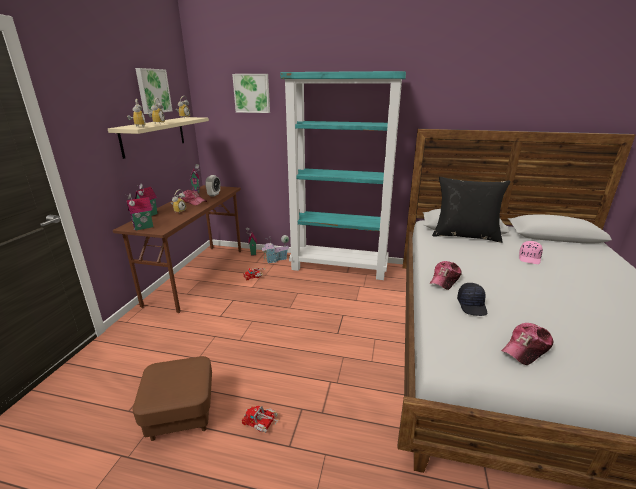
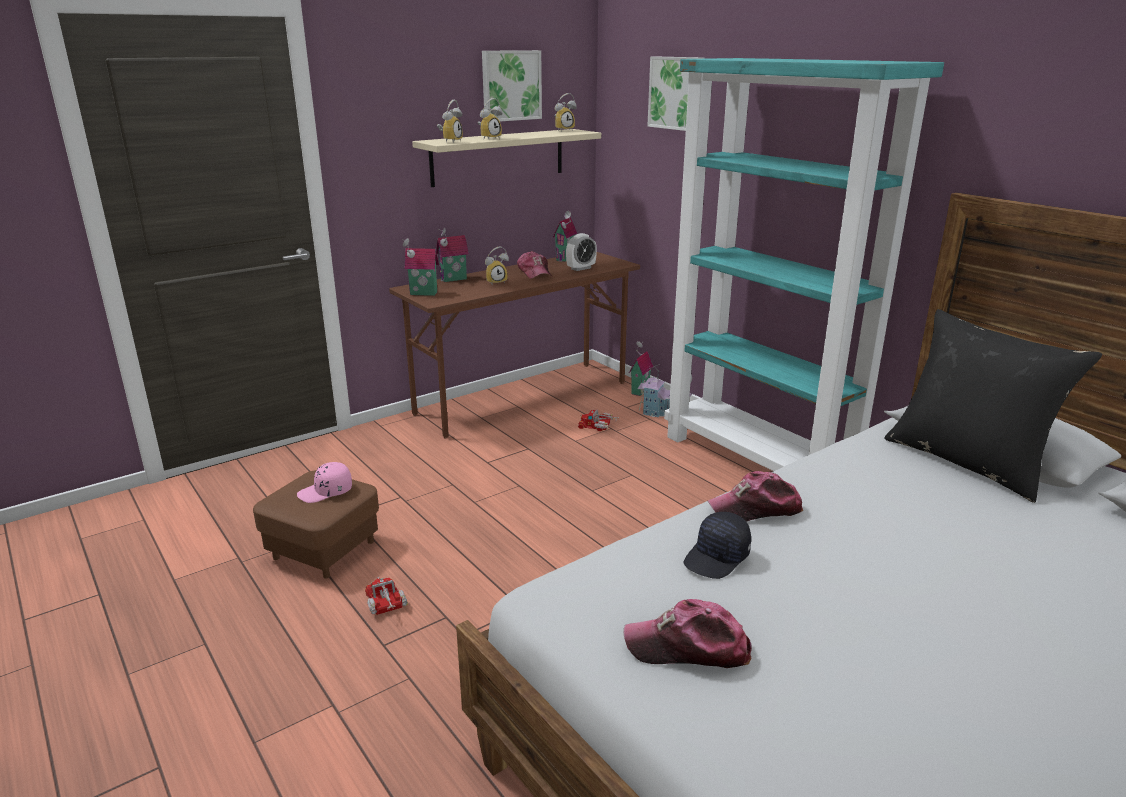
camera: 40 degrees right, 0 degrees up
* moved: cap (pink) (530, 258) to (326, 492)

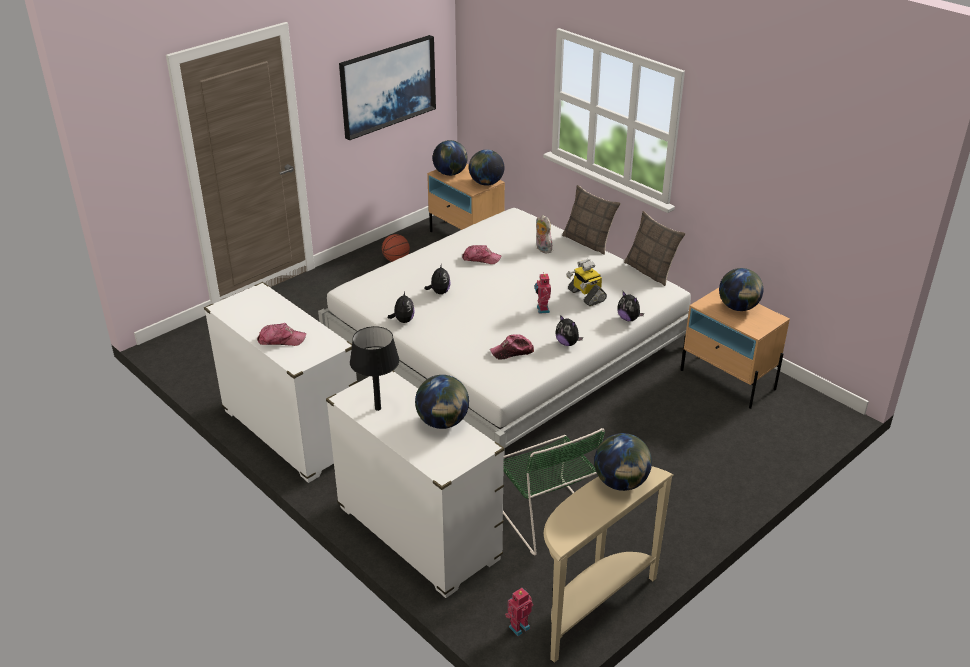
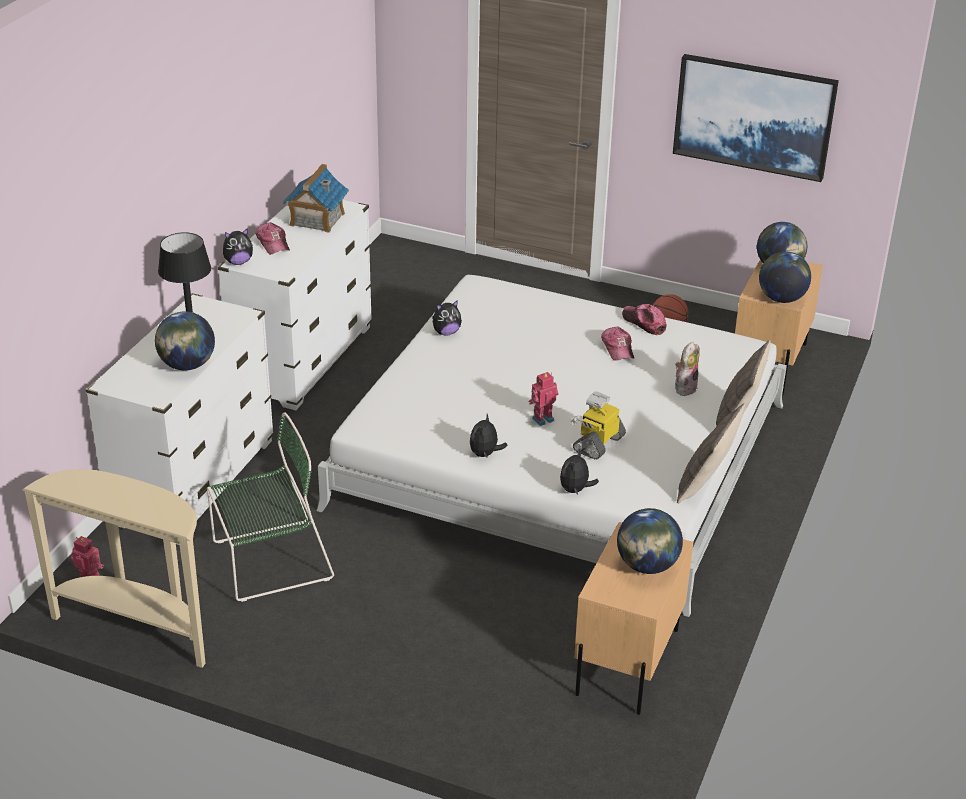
camera: 65 degrees right, 0 degrees up
* removed: globe (621, 482)
* added: toy house (316, 219)
* moved: plush toy (439, 292) to (238, 262)
* moved: cap (512, 351) to (644, 323)
* turned: chair (green) (547, 513) = (268, 561) 150 degrees counterclockwise

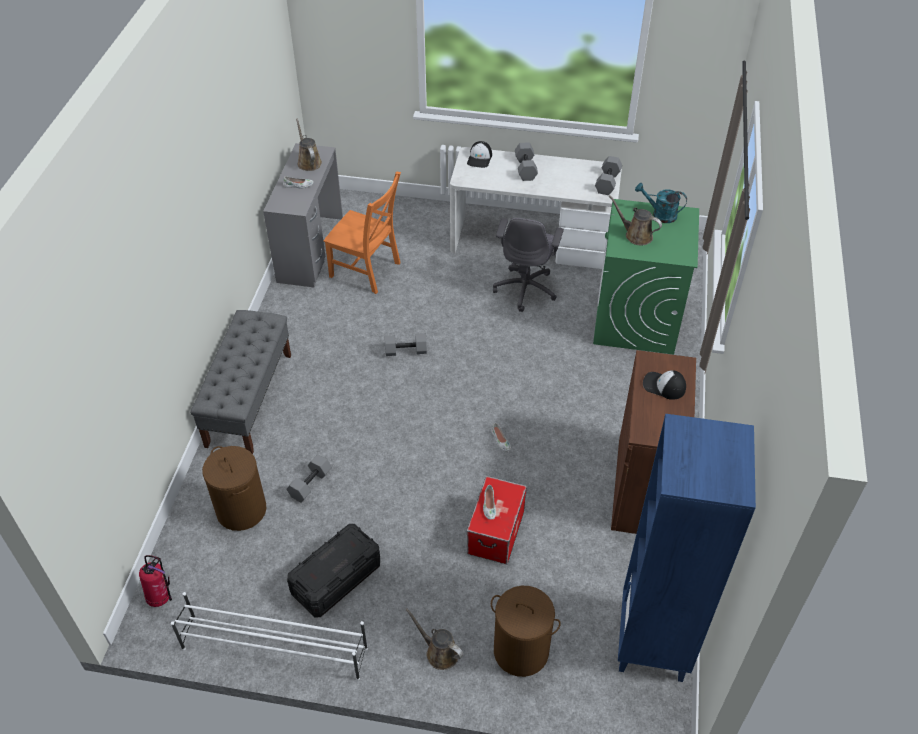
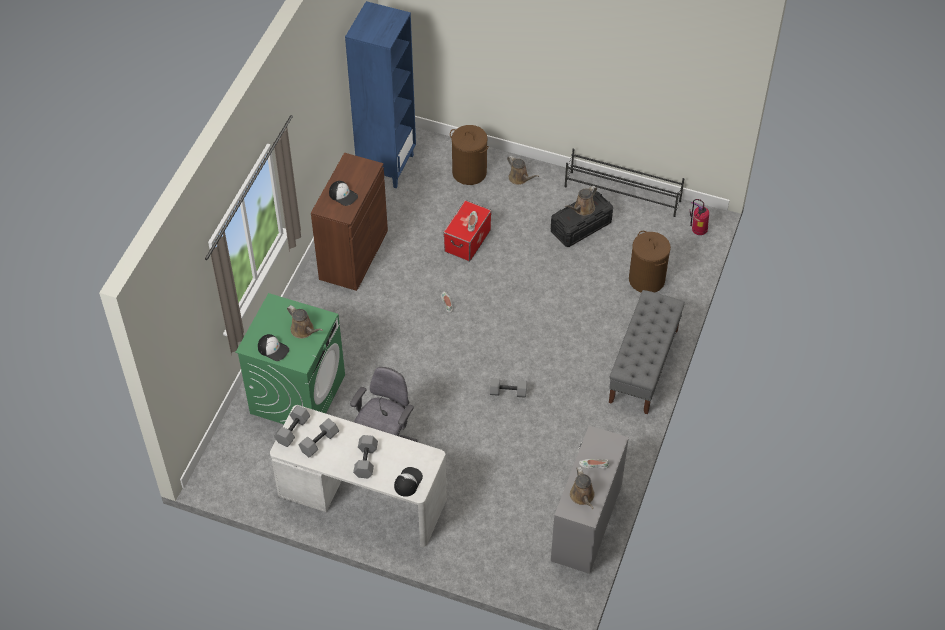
camera: 170 degrees left, 5 degrees up
* removed: chair (orange) (367, 271)
* added: watering can (brown) (582, 209)
* moved: dumbbell (grey) (310, 483) to (319, 443)
* replaced: watering can (turquoise) (659, 215) to cap (273, 349)
* recoloured: shoe rack (white) (274, 648) to shoe rack (black) (622, 194)

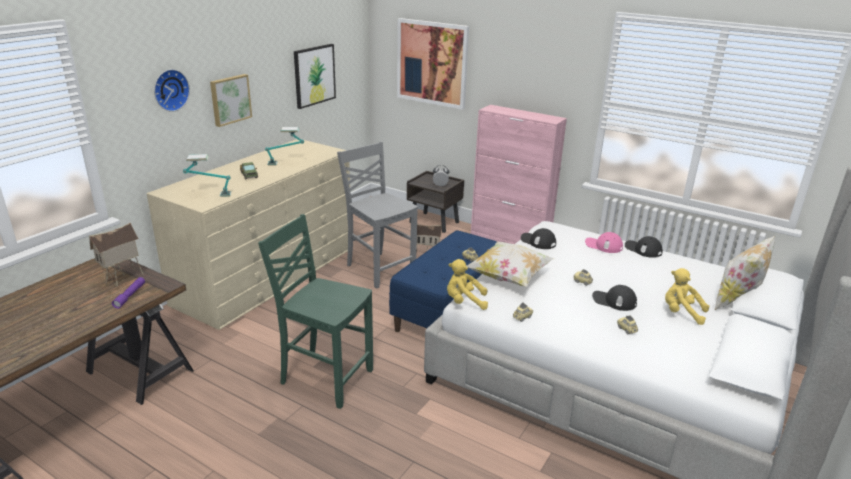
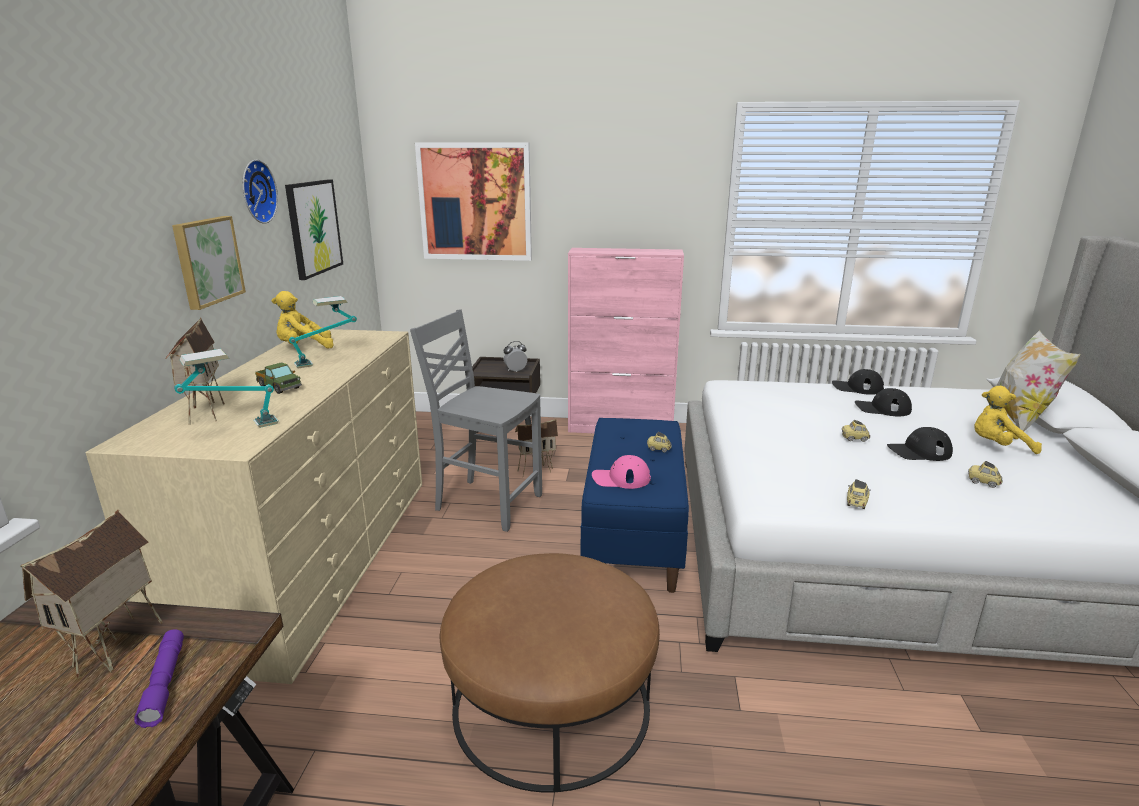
camera: 25 degrees left, 5 degrees down
* removed: pillow (509, 277)
* added: toy house (203, 412)
* moved: wall clock (169, 90) to (255, 191)
* moved: plush toy (yellow) (464, 302) to (303, 348)
* moved: cap (black) (538, 241) to (882, 408)
* moved: cap (pink) (603, 245) to (621, 478)
* replaced: chair (green) (325, 377) to ottoman (brown) (551, 703)

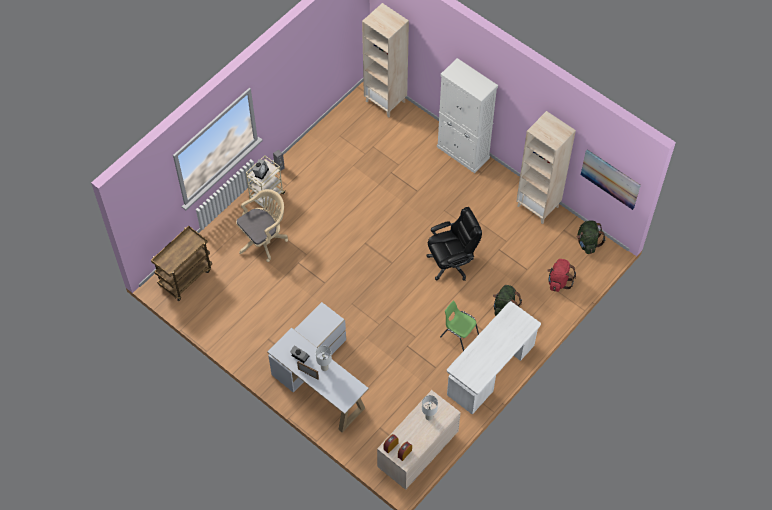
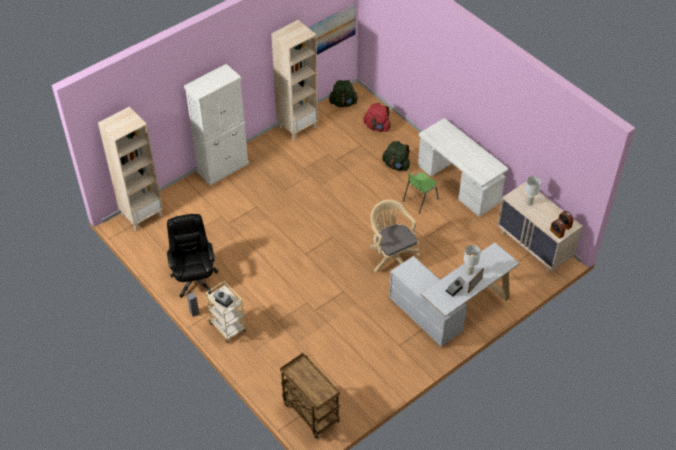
camera: 80 degrees left, 10 degrees down
* moved: office chair (beige) (264, 239) to (391, 256)
* moved: office chair (black) (451, 262) to (194, 278)

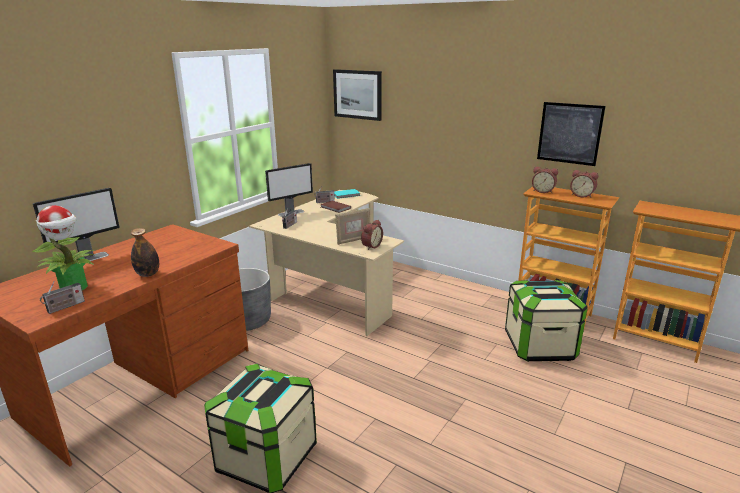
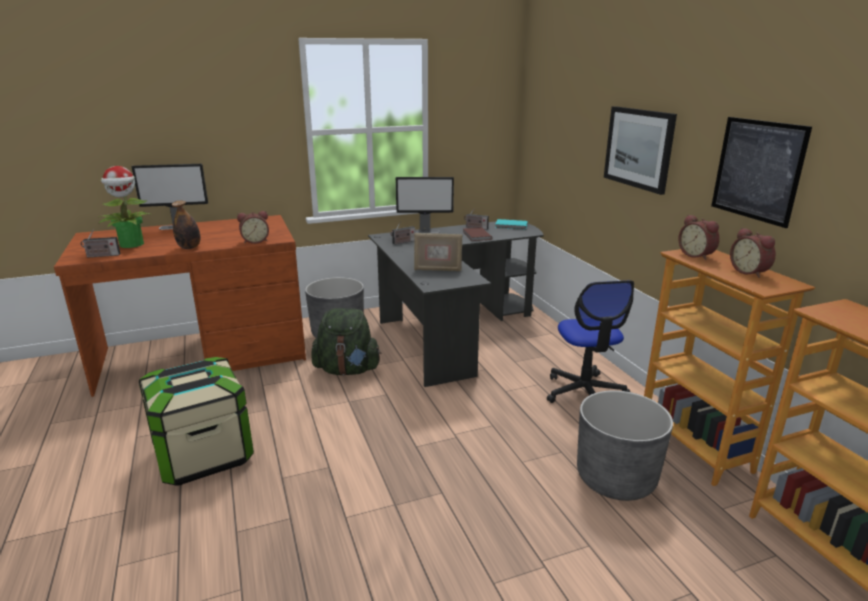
camera: 35 degrees right, 0 degrees up
* added: backpack (green) (347, 370)
* added: office chair (585, 393)
* moved: picture (357, 94) to (639, 148)
* moved: alarm clock (371, 246) to (255, 241)
* replaced: storage box (539, 346) to planter (grey) (615, 478)
* recoloured: desk (beige) (331, 289) to desk (black) (450, 329)

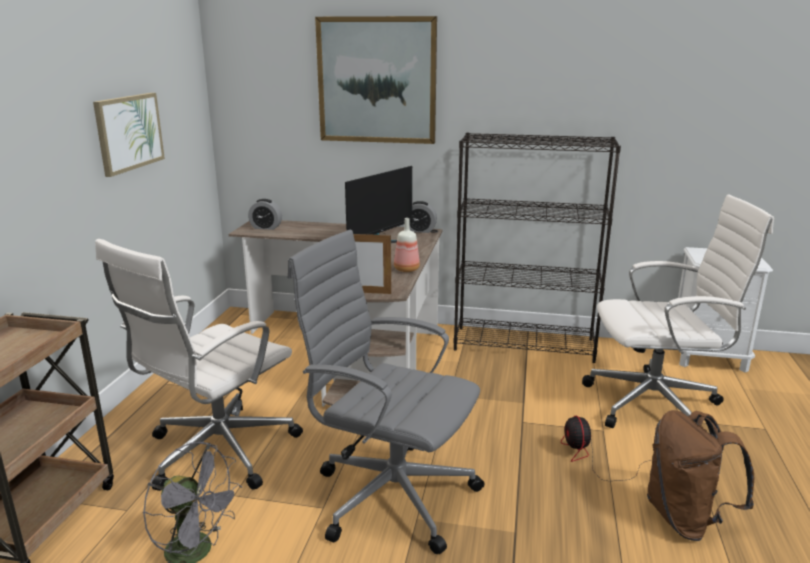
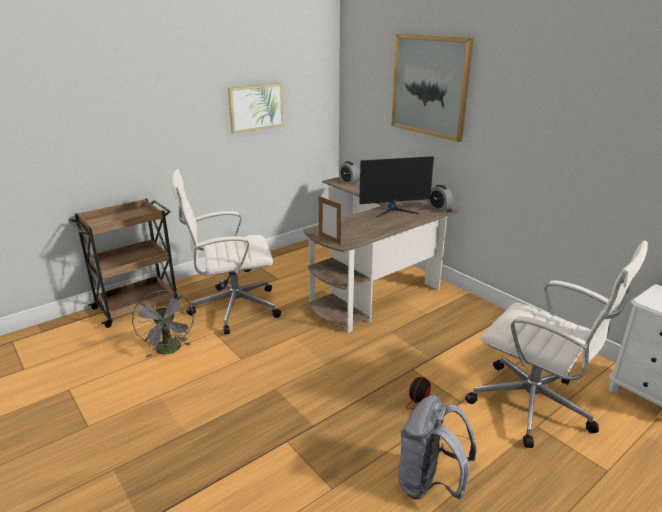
camera: 40 degrees right, 5 degrees up
* removed: office chair (grey) (390, 494)
* removed: bottle (406, 269)
* removed: bookcase (black) (525, 344)
* recoloured: backpack (brown) (686, 519) to backpack (grey) (429, 484)

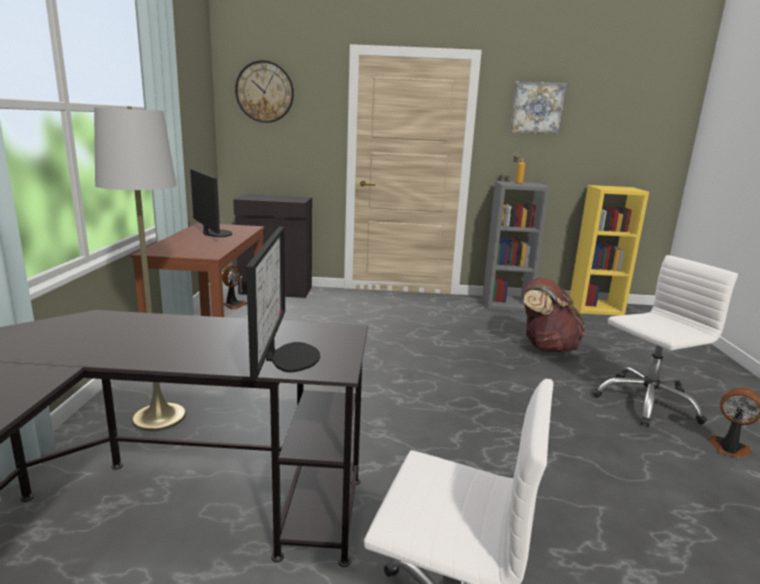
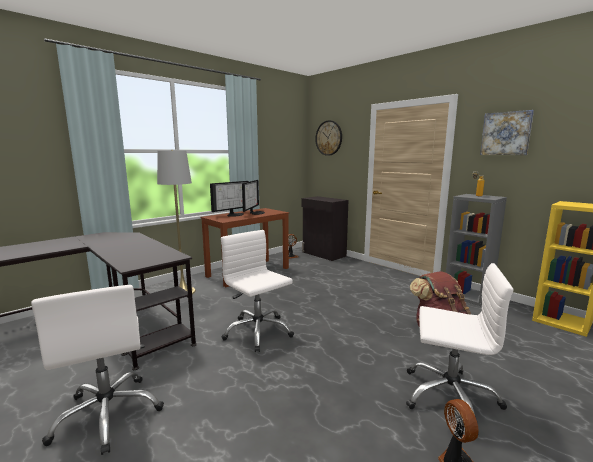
camera: 45 degrees right, 5 degrees down
* added: office chair (white) (257, 332)
* moved: monitor (287, 356) to (234, 214)

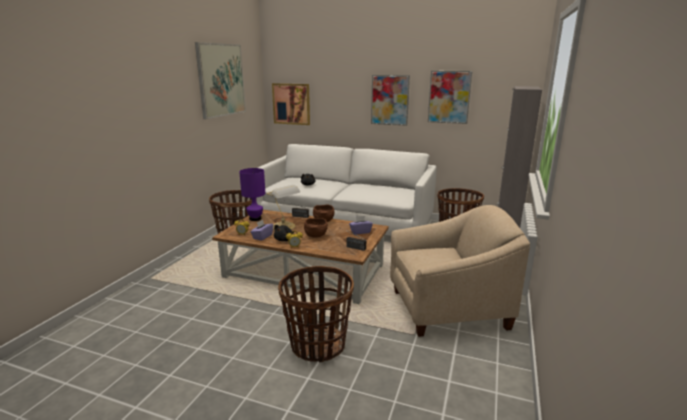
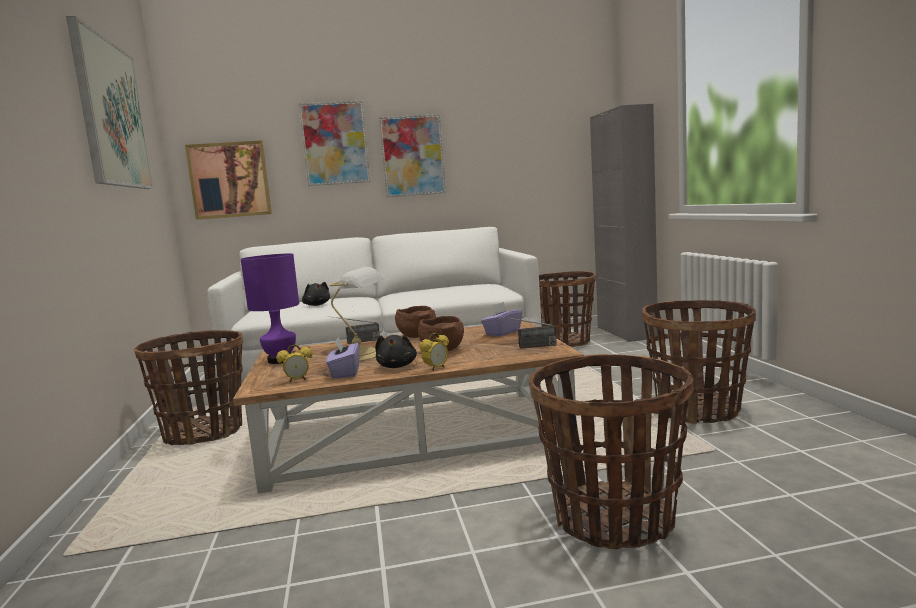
camera: 30 degrees left, 10 degrees down
* moved: picture (449, 97) to (335, 143)
* replaced: armchair (beige) (447, 309) to basket (698, 410)

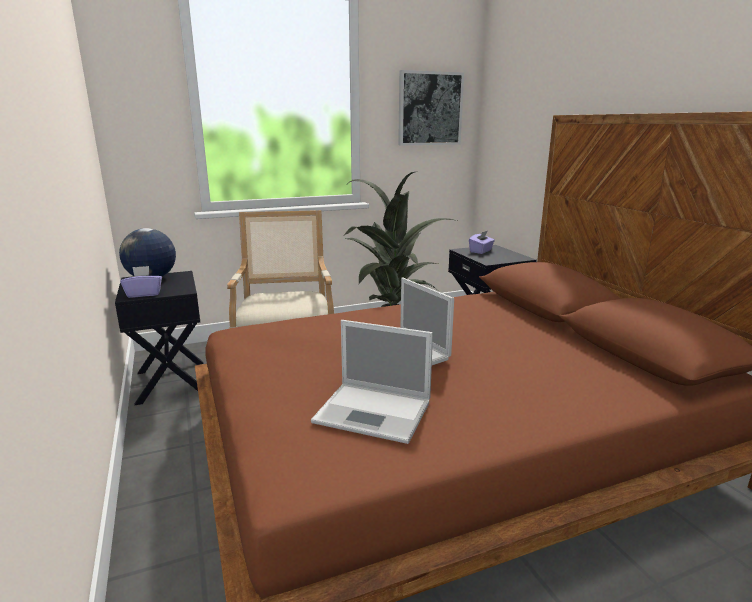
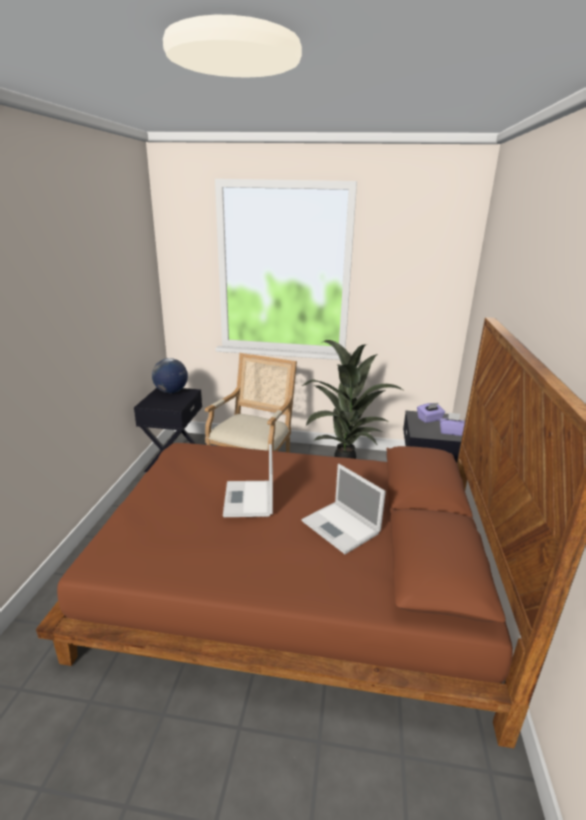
camera: 30 degrees right, 5 degrees up
* removed: picture (430, 109)
* moved: tissue box (purple) (144, 294) to (451, 432)
* moved: laptop (375, 412) to (341, 527)

